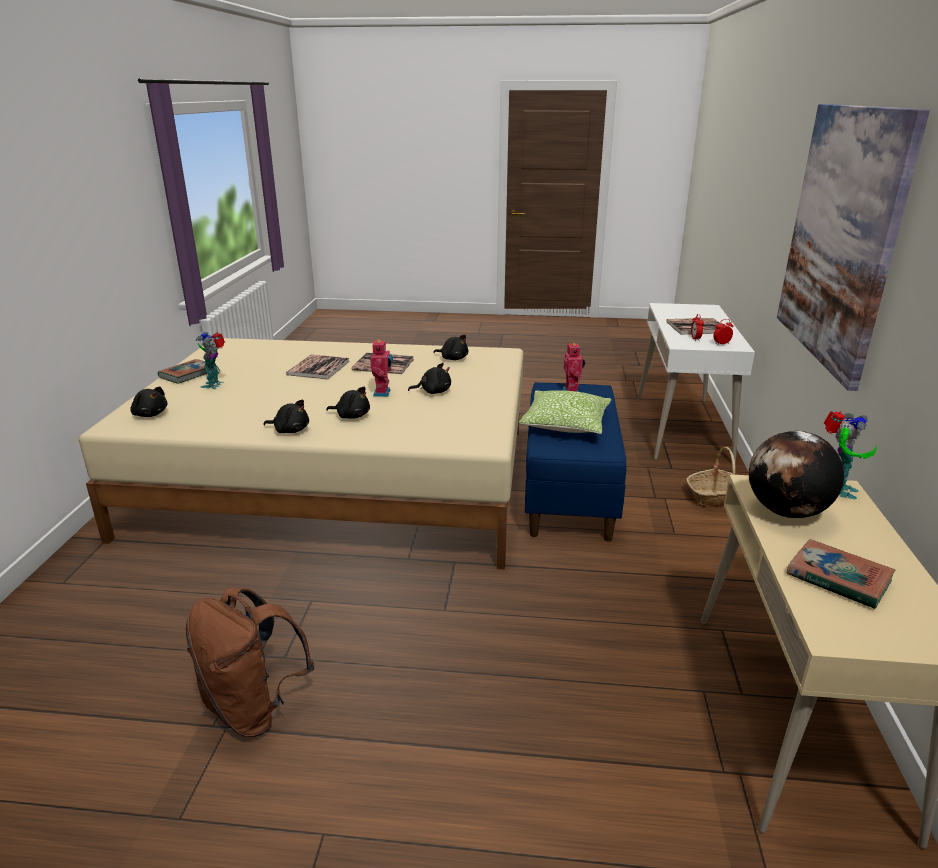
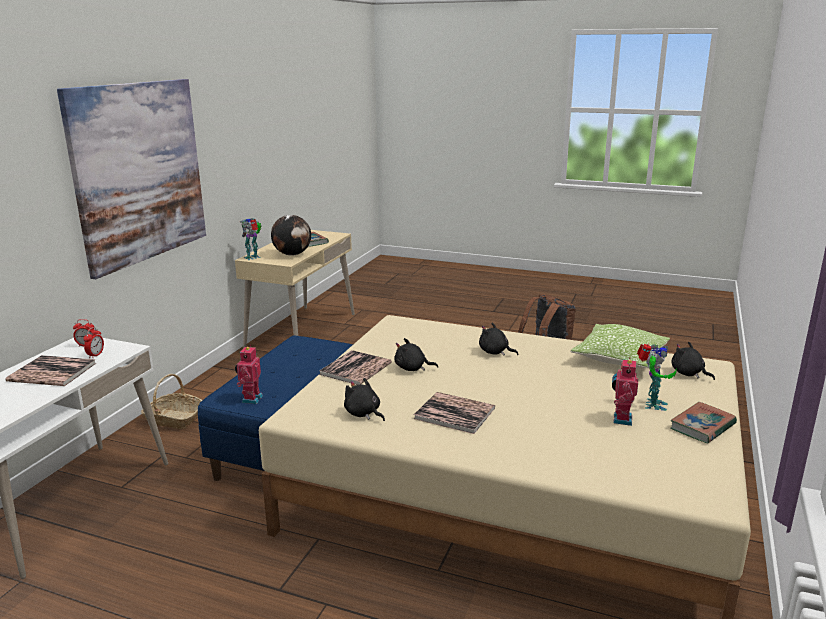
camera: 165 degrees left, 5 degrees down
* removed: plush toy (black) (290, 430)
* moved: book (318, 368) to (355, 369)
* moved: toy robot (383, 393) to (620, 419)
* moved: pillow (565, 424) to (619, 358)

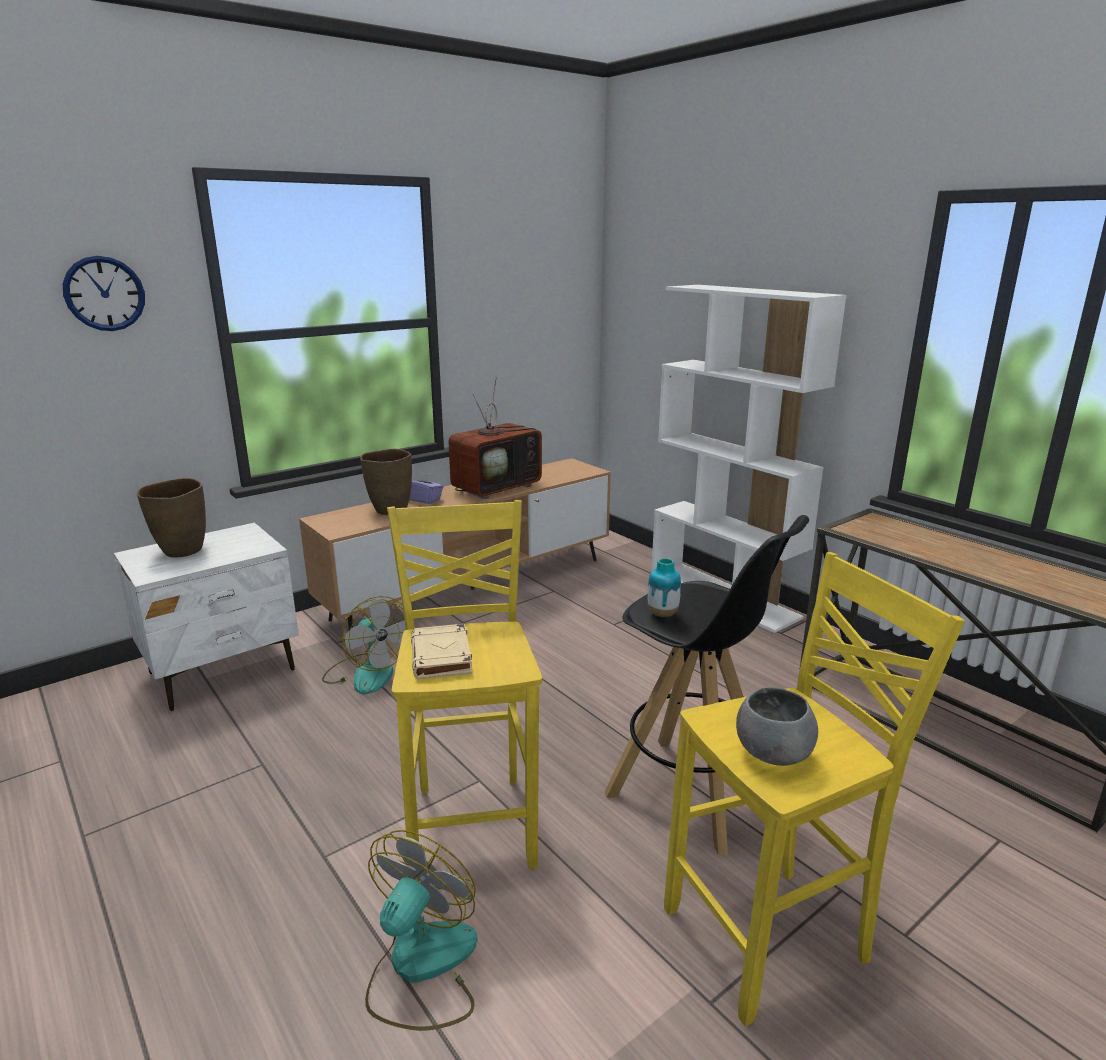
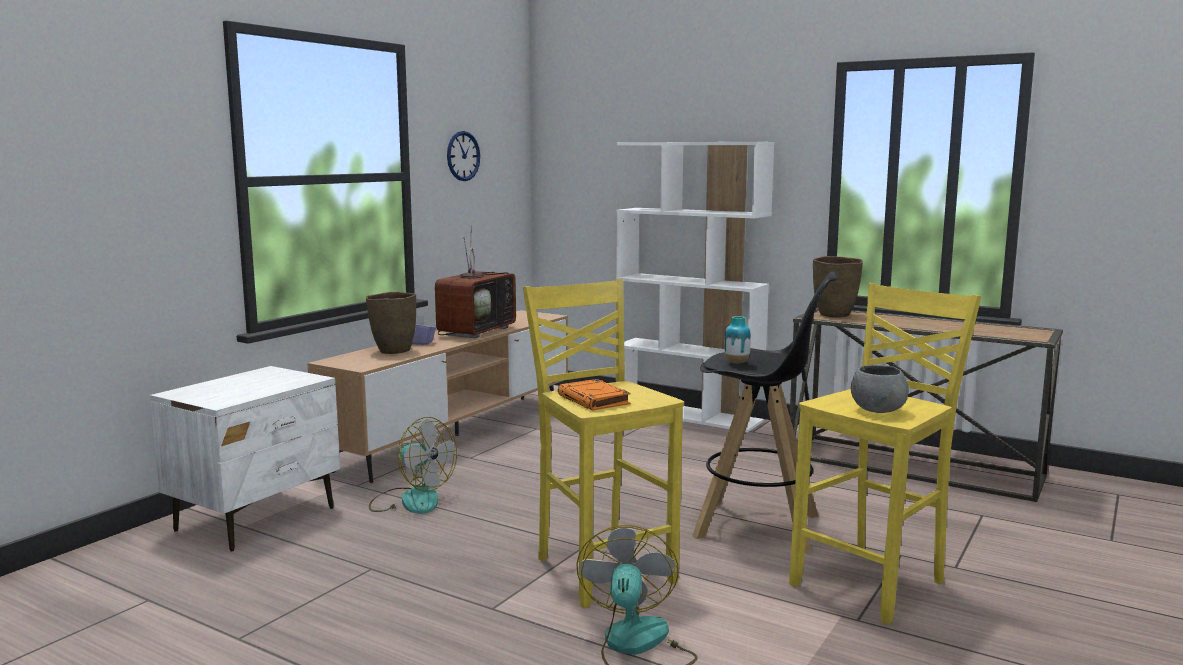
camera: 20 degrees left, 10 degrees down
* moved: wall clock (104, 293) to (463, 156)
* moved: vase (brown) (182, 551) to (835, 315)
* recoloured: book (beige) (441, 657) to book (orange) (594, 400)

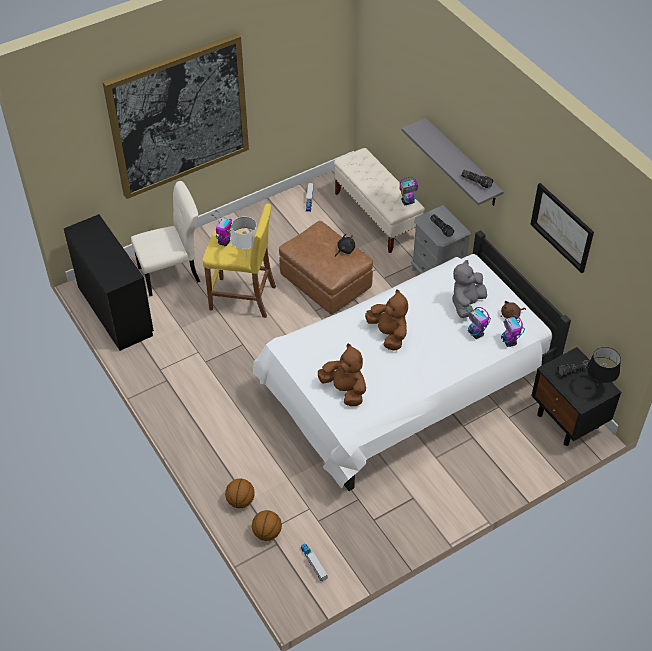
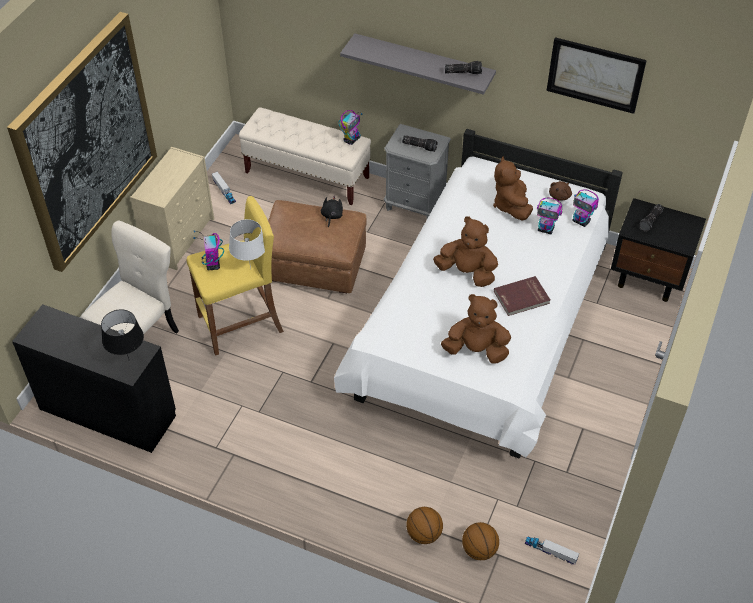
camera: 35 degrees left, 0 degrees up
* added: dresser (beige) (180, 238)
* added: book (red) (522, 298)
* moved: table lamp (black) (598, 387) to (129, 360)
* recoloured: plush toy (grey) (466, 303) to plush toy (brown) (511, 205)

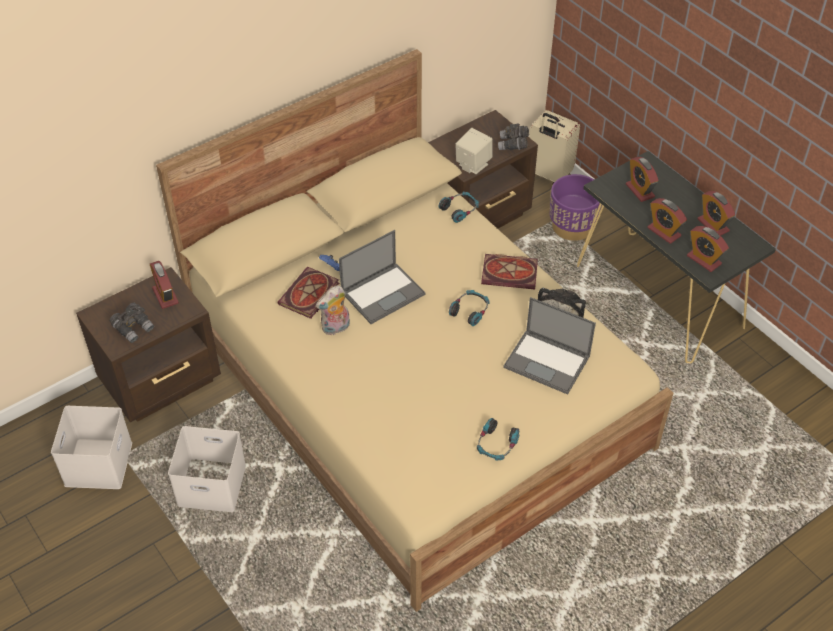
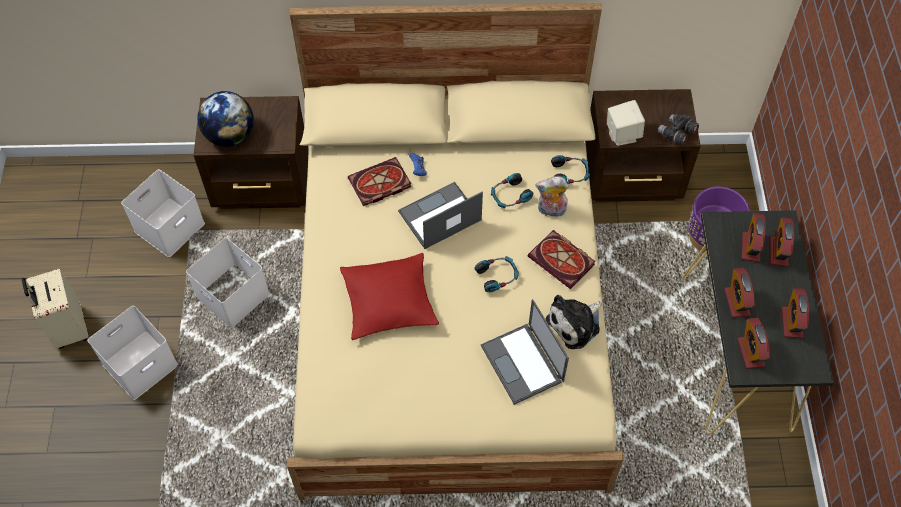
camera: 35 degrees right, 10 degrees up
* added: storage box (white) (140, 363)
* added: pillow (red) (389, 302)
* moved: alarm clock (165, 296) to (778, 252)
* moved: plush toy (336, 328) to (551, 211)
* moved: headphones (496, 444) to (510, 195)
* moved: suitcase (beige) (548, 175) to (69, 328)
* replaced: binoculars (grey) (134, 328) to globe (230, 135)
* turned: laptop (383, 292) = (439, 216) 150 degrees clockwise

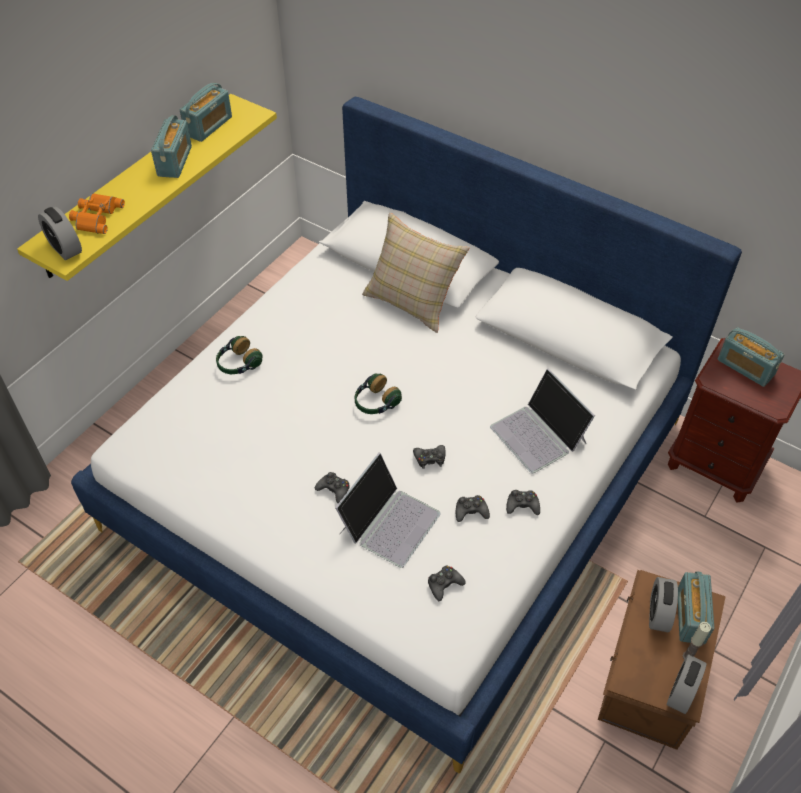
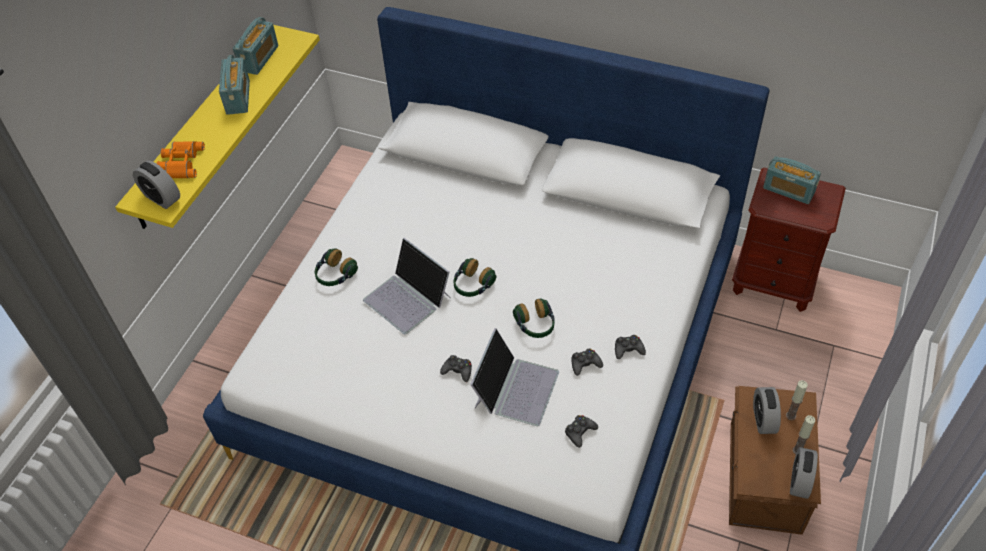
camera: 10 degrees left, 0 degrees up
* removed: pillow (beige) (413, 300)
* moved: laptop (539, 434) to (408, 298)
* replaced: game controller (black) (430, 458) to headphones (536, 325)
* replaced: radio (690, 616) to candle (791, 416)

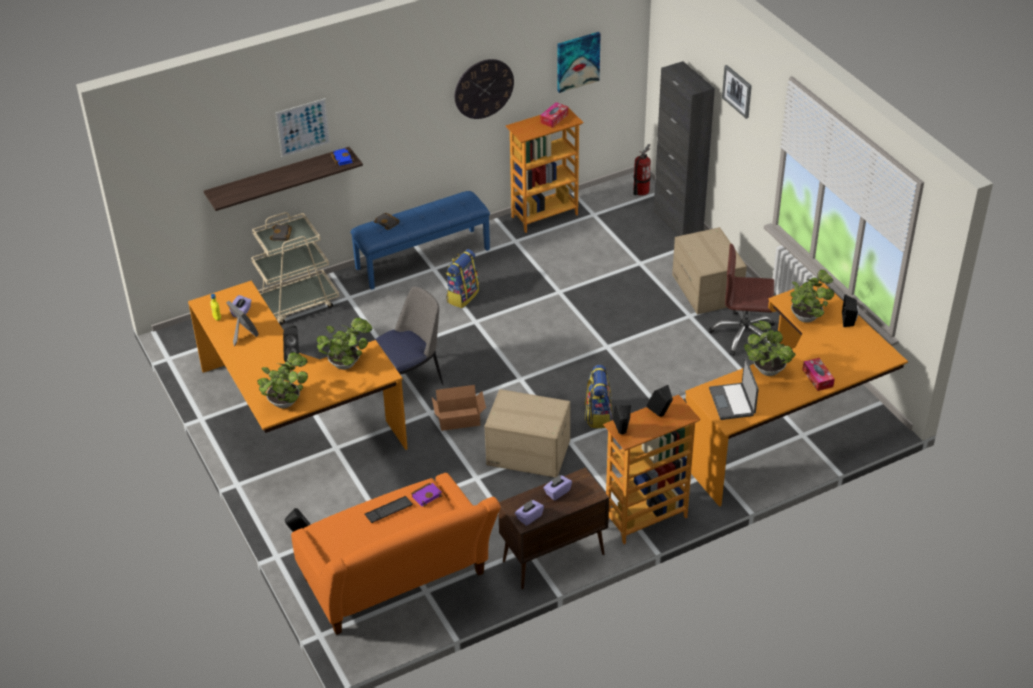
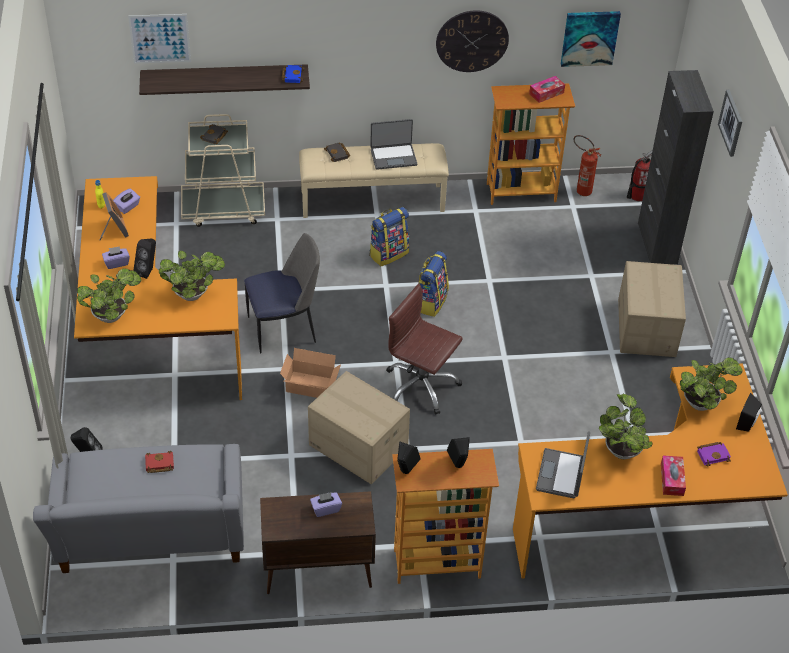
camera: 20 degrees right, 5 degrees up
* added: laptop (393, 156)
* added: fire extinguisher (580, 190)
* moved: picture (303, 127) to (160, 38)
* moved: book (purple) (427, 495) to (713, 454)
* moved: tissue box (purple) (529, 517) to (116, 263)
* moved: backpack (598, 415) to (430, 302)
* moved: office chair (brown) (743, 335) to (421, 386)
* replaced: keyboard (388, 510) to book (red) (159, 464)
* recoloured: sofa (orange) (398, 583) to sofa (grey) (152, 541)
* recoloured: bench (blue) (422, 258) to bench (beige) (372, 200)

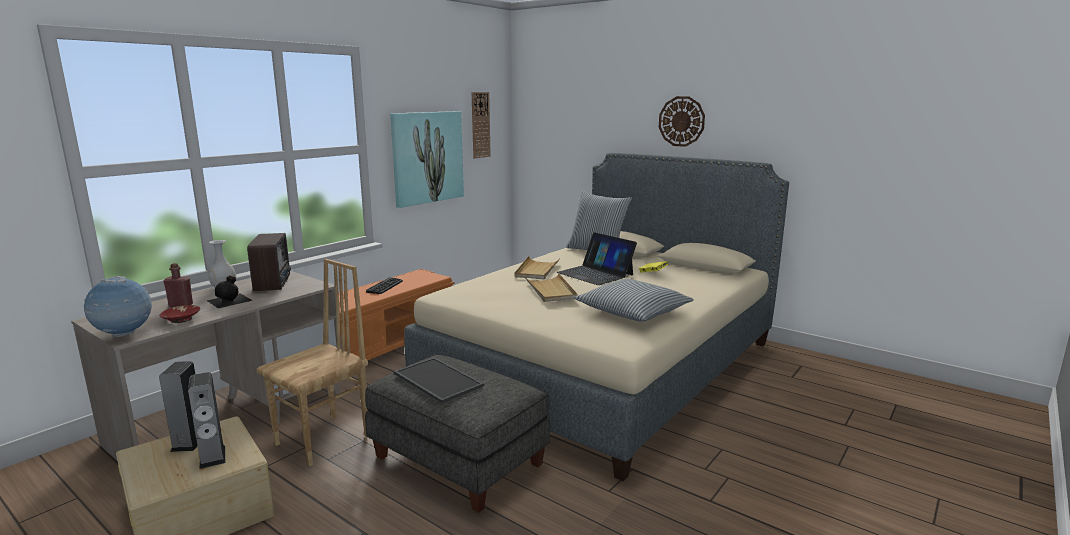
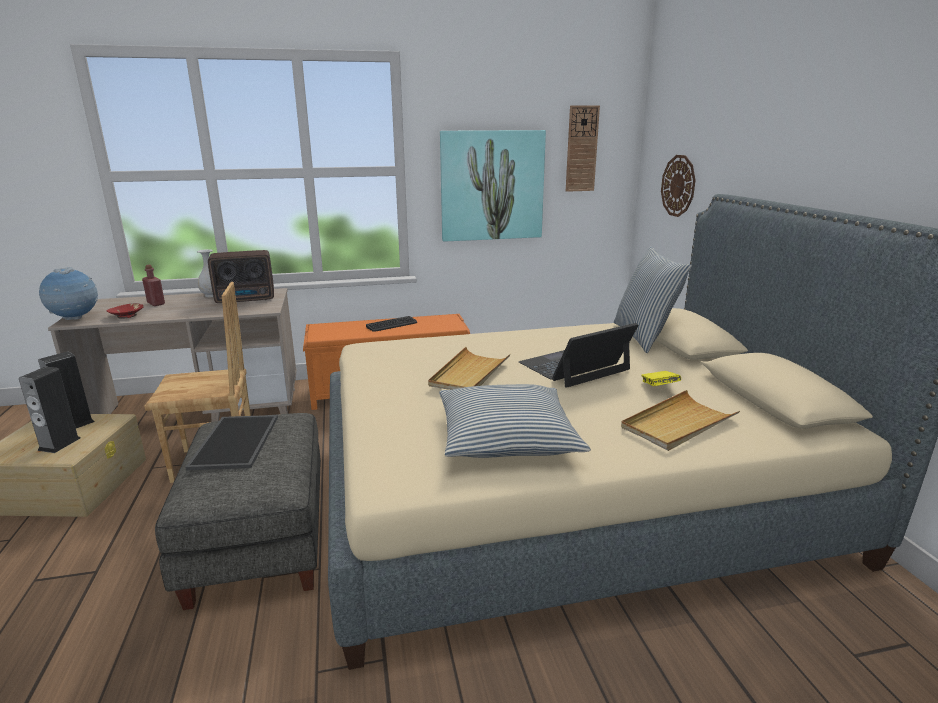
camera: 40 degrees right, 5 degrees up
* removed: bottle (black) (230, 300)
* moved: tray (beige) (536, 270) to (678, 424)
* moved: wall clock (681, 121) to (678, 186)
* turned: radio (274, 283) = (247, 299) 45 degrees clockwise
* turned: laptop (595, 273) = (574, 366) 60 degrees clockwise

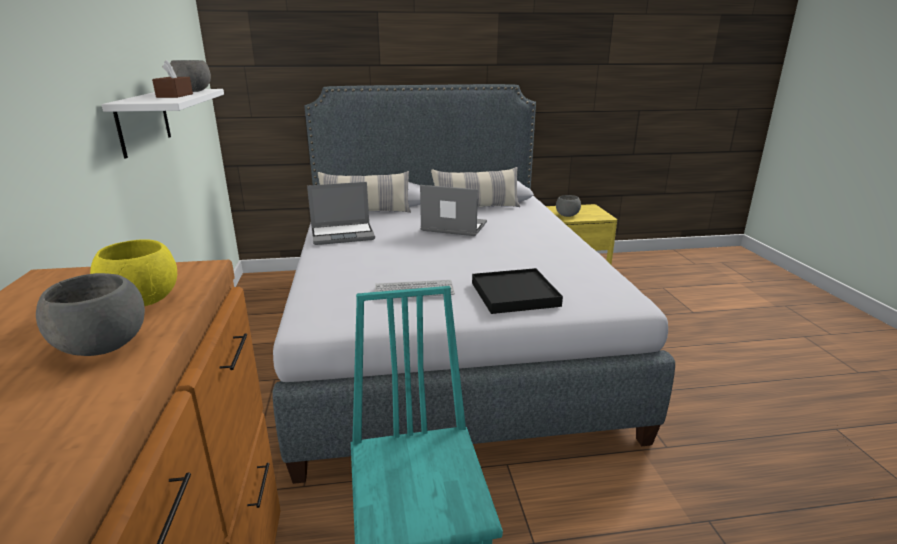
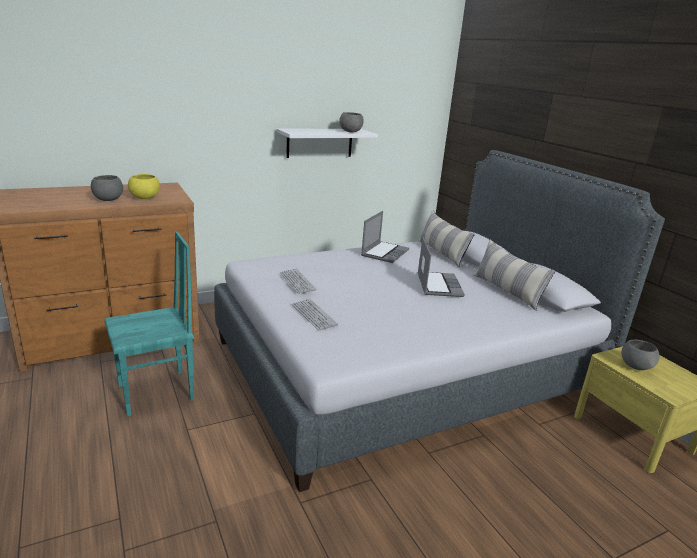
camera: 70 degrees right, 0 degrees up
* removed: tissue box (brown) (175, 95)
* replaced: tray (black) (515, 294) to keyboard (314, 315)
* turned: laptop (343, 235) = (384, 253) 120 degrees counterclockwise

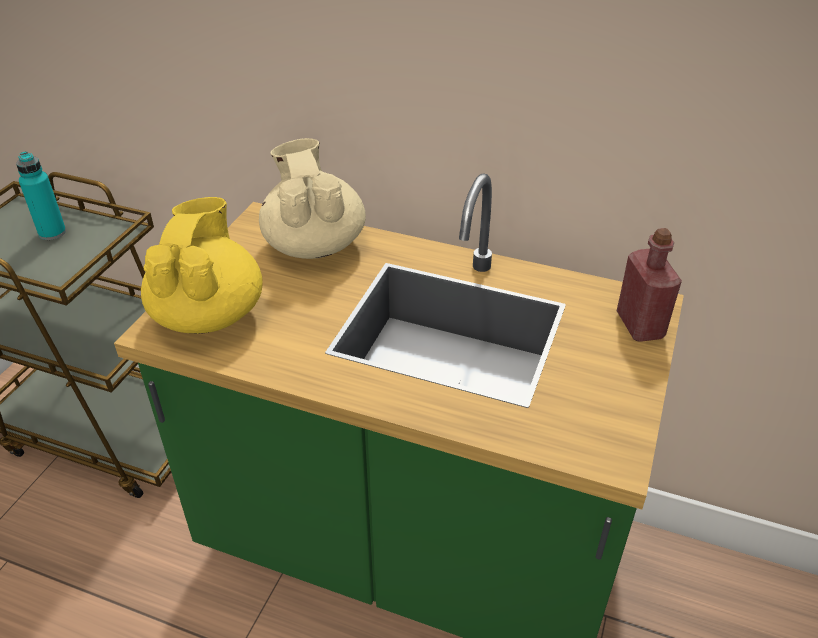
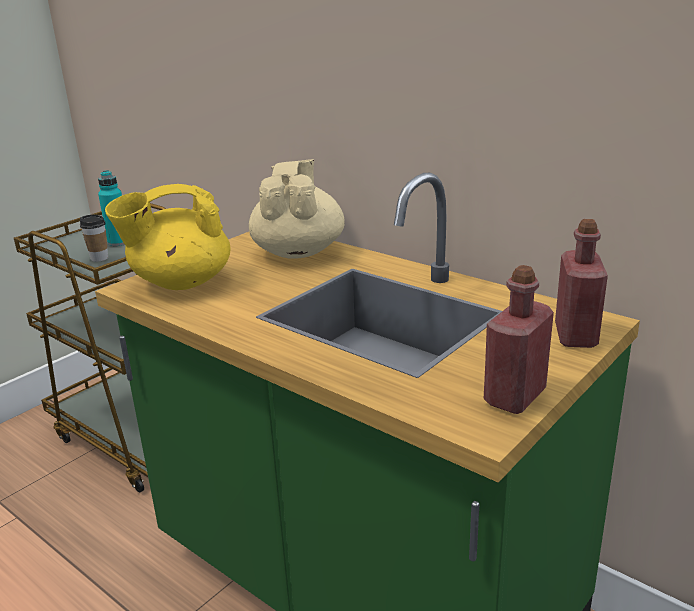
camera: 20 degrees right, 15 degrees down
* added: cup (99, 258)
* added: bottle (red) (514, 396)
* turned: teapot (yellow) (209, 314) = (180, 282) 135 degrees counterclockwise

